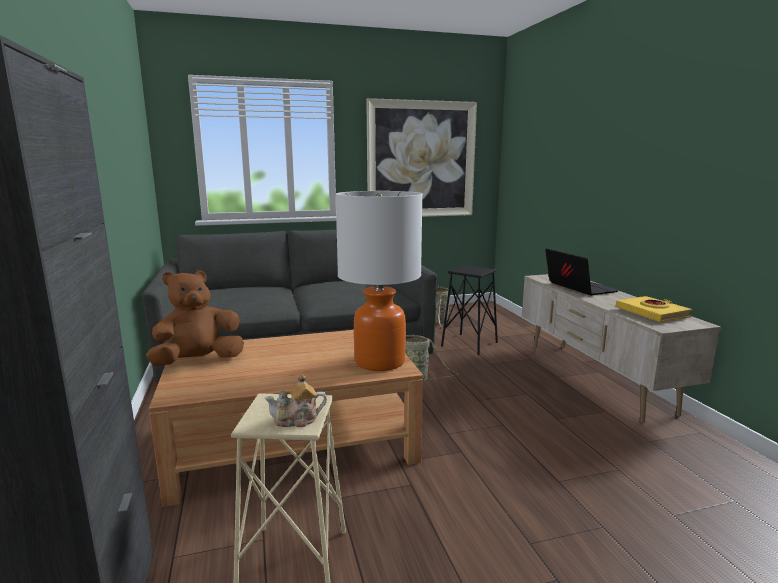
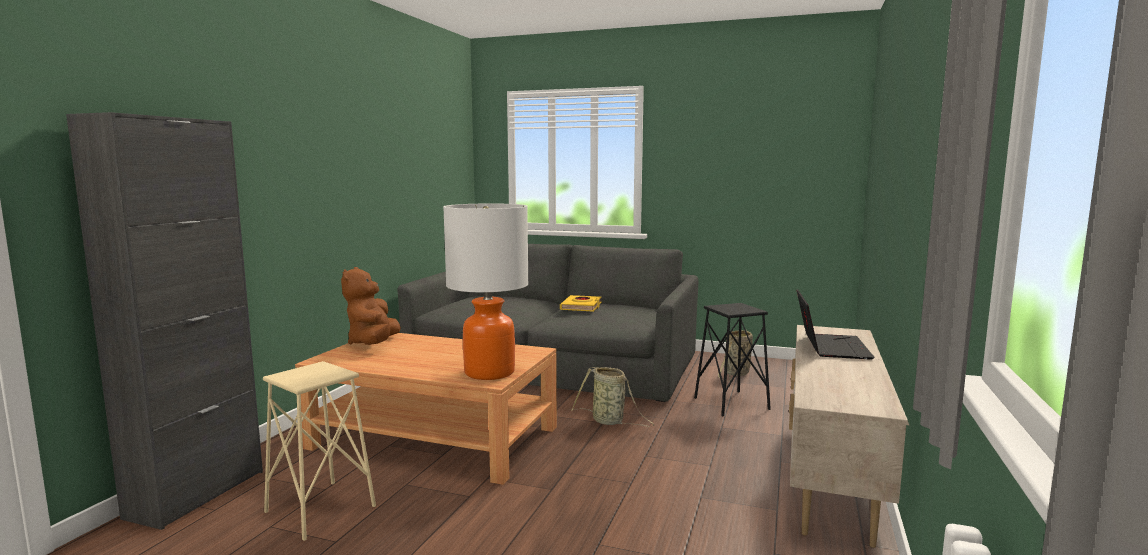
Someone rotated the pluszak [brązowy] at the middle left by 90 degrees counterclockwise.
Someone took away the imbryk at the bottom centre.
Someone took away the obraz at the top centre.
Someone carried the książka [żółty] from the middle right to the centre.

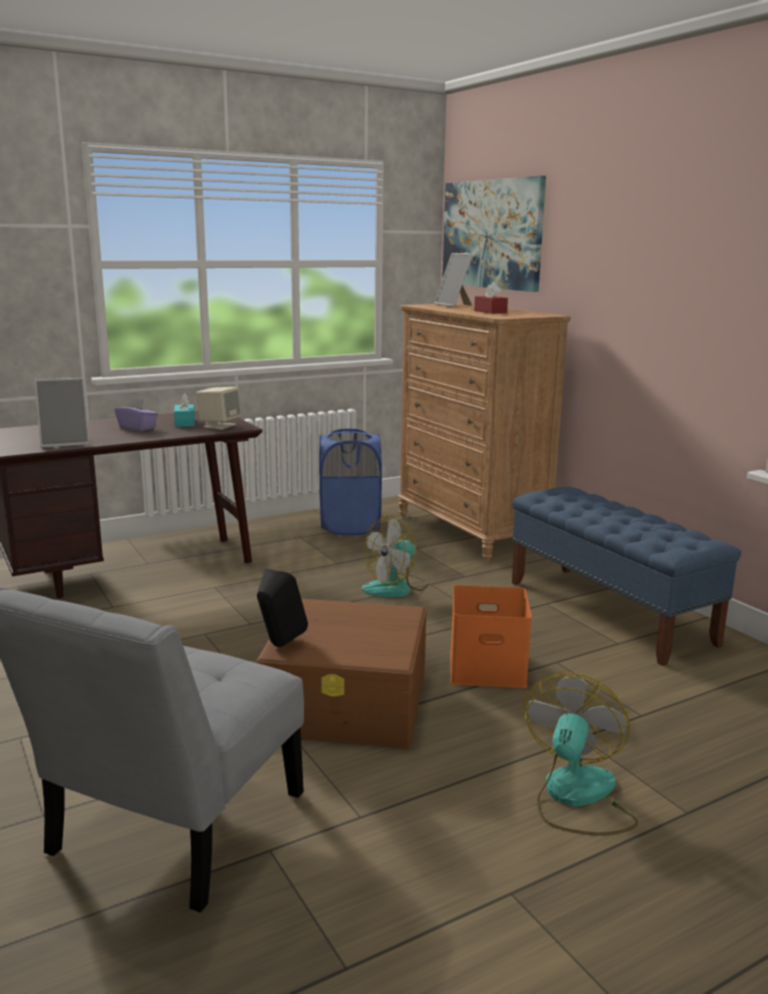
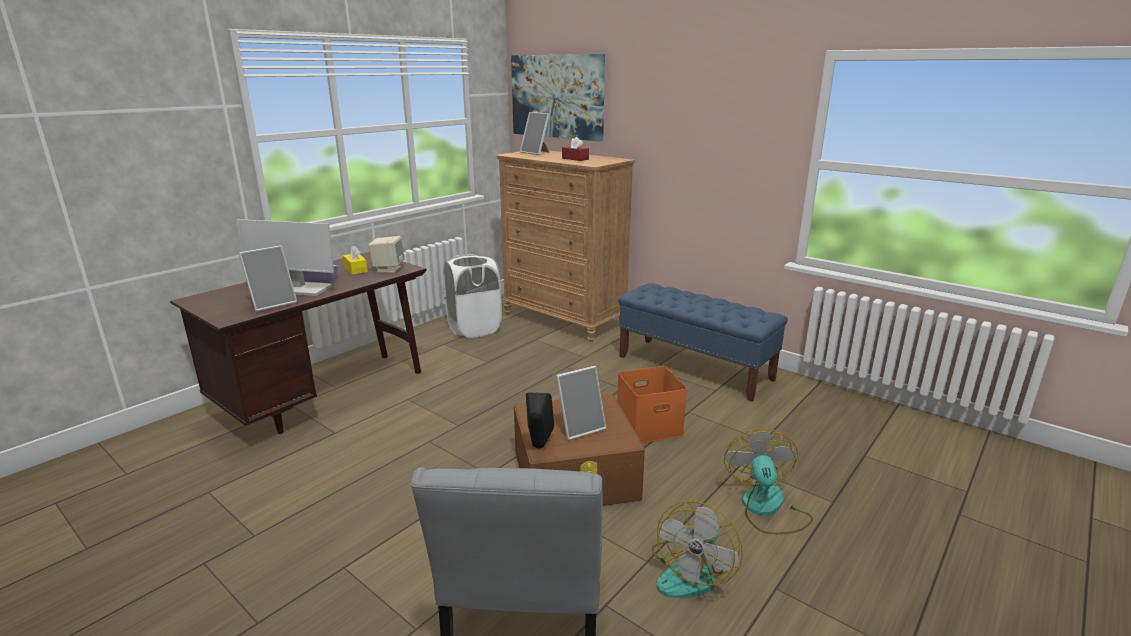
Someone repainted the pudełko chusteczek [turkusowy] at the middle left, which became the pudełko chusteczek [żółty] at the middle left.
Someone repainted the kosz na pranie [niebieski] at the centre, which became the kosz na pranie [biały] at the centre.
Someone carried the wentylator (no. 1 from left) from the centre to the bottom centre.
Someone put down the monitor at the middle left.
Someone put down the ramka na zdjęcie (no. 3 from left) at the centre.

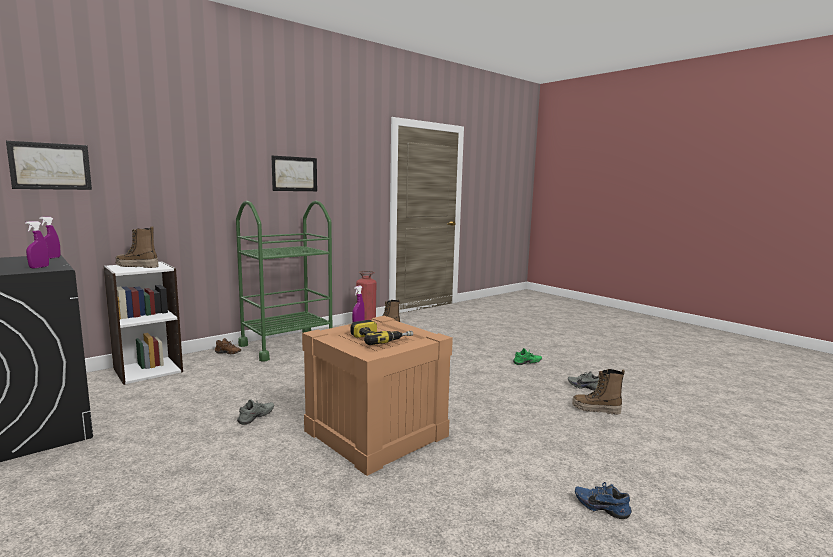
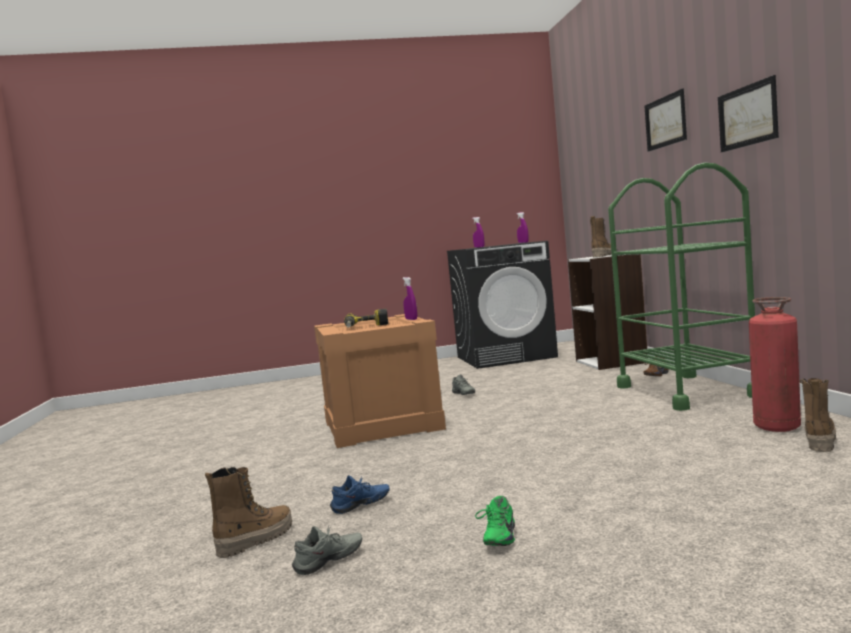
Someone carried the obraz (no. 1 from left) from the top left to the top right.
Someone carried the but [niebieski] from the bottom right to the bottom centre.

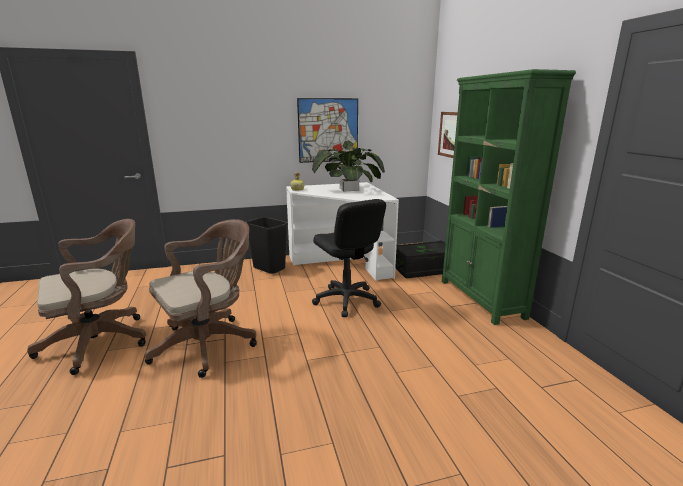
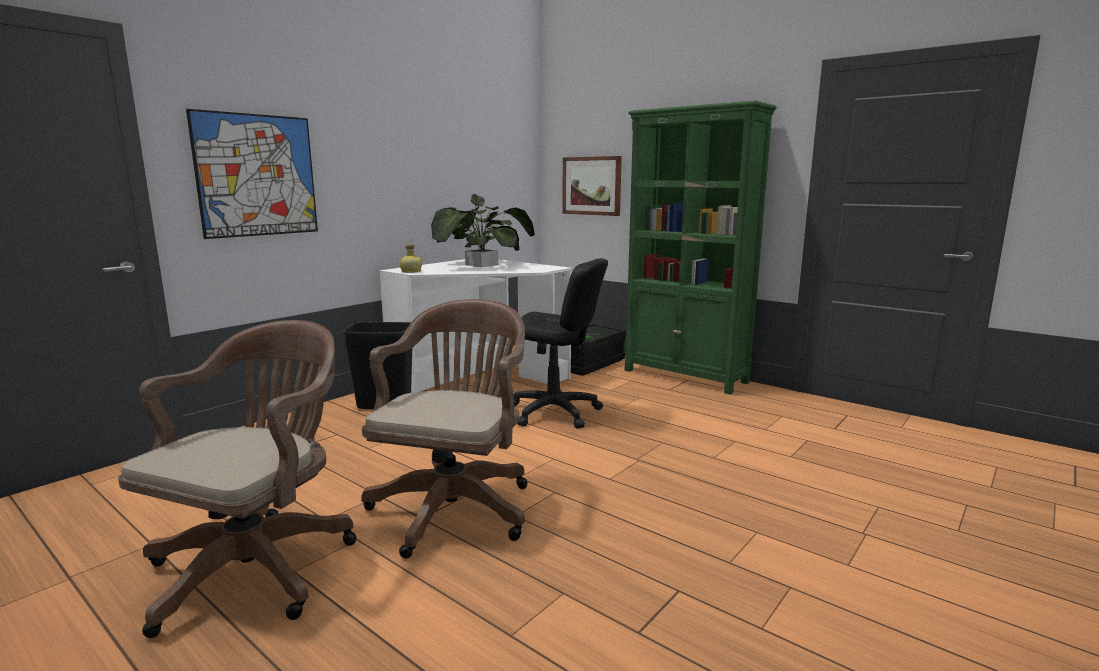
Someone carried the obraz (no. 1 from left) from the top centre to the top left.

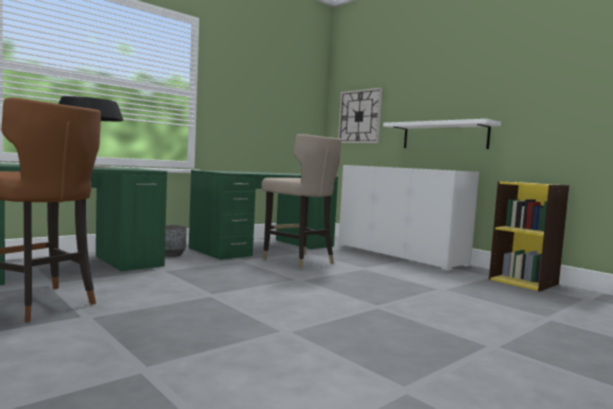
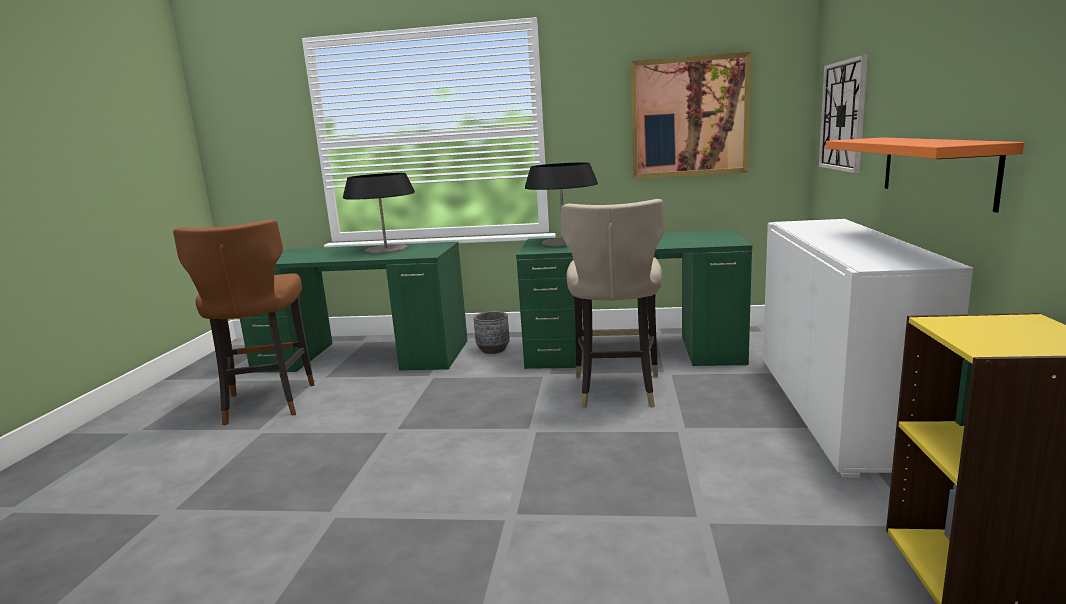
Someone repainted the półka [biały] at the top right, which became the półka [pomarańczowy] at the top right.
Someone put down the lampa stołowa (no. 2 from left) at the centre.
Someone put up the obraz at the top centre.

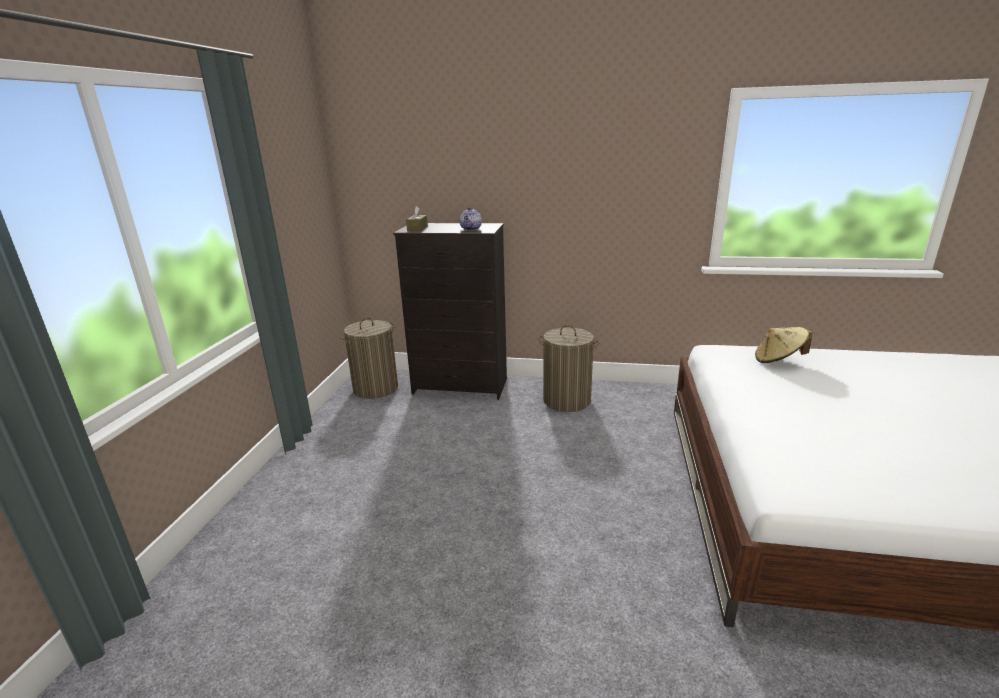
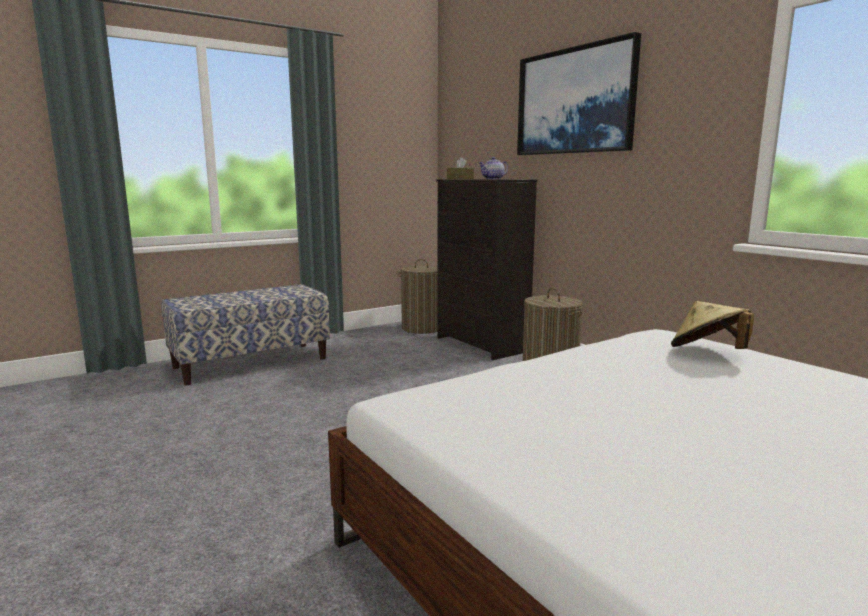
Someone put down the ławka at the middle left.
Someone put up the obraz at the top right.

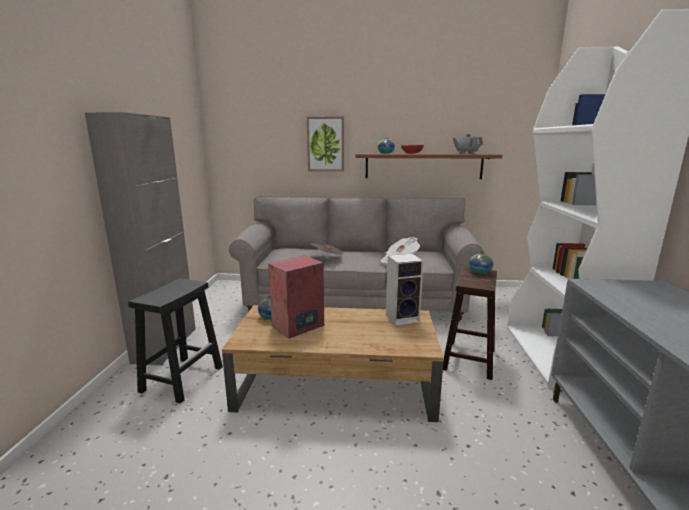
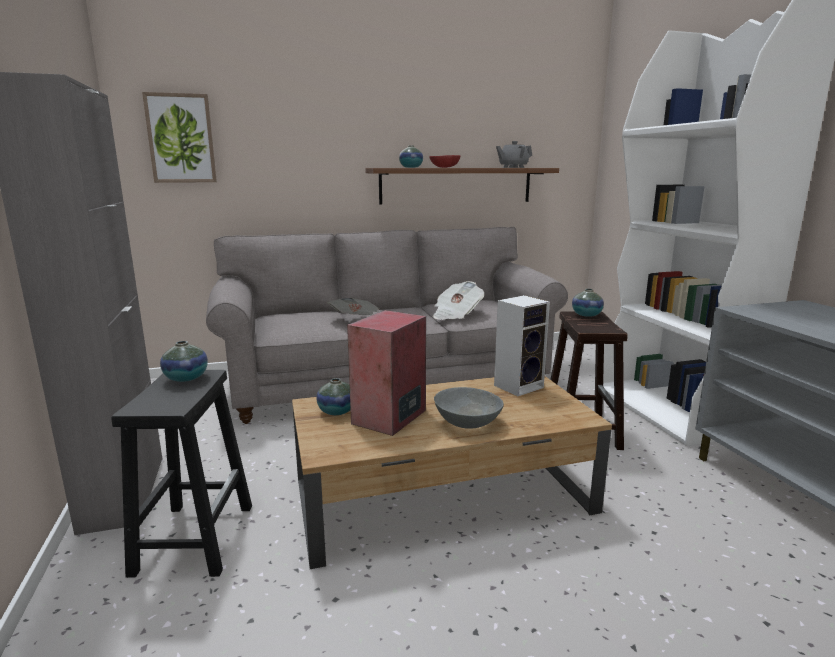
Someone carried the obraz from the top centre to the top left.
Someone put down the wazon (no. 1 from left) at the middle left.
Someone put down the miska [szary] at the centre.

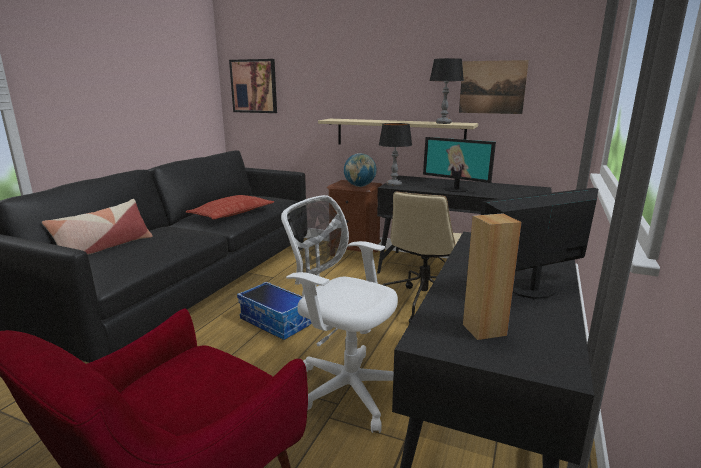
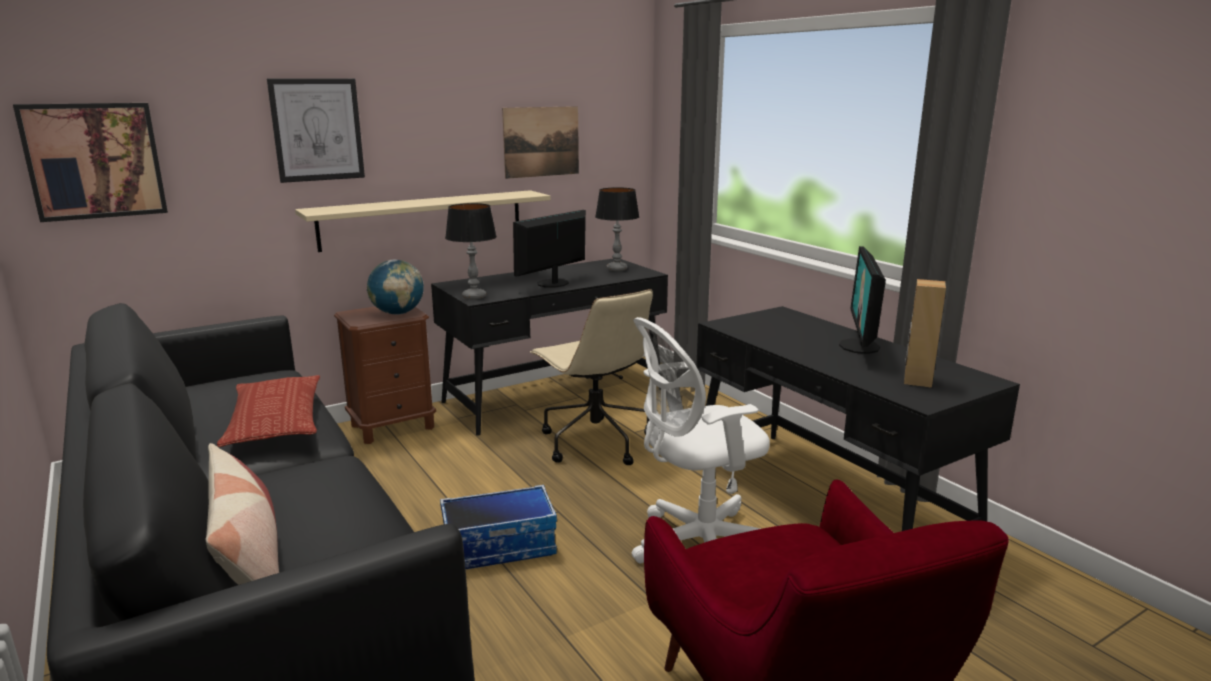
Someone rotated the monitor (no. 1 from left) at the centre by 150 degrees clockwise.
Someone carried the lampa stołowa (no. 2 from left) from the top centre to the centre.
Someone put up the obraz (no. 2 from left) at the top left.

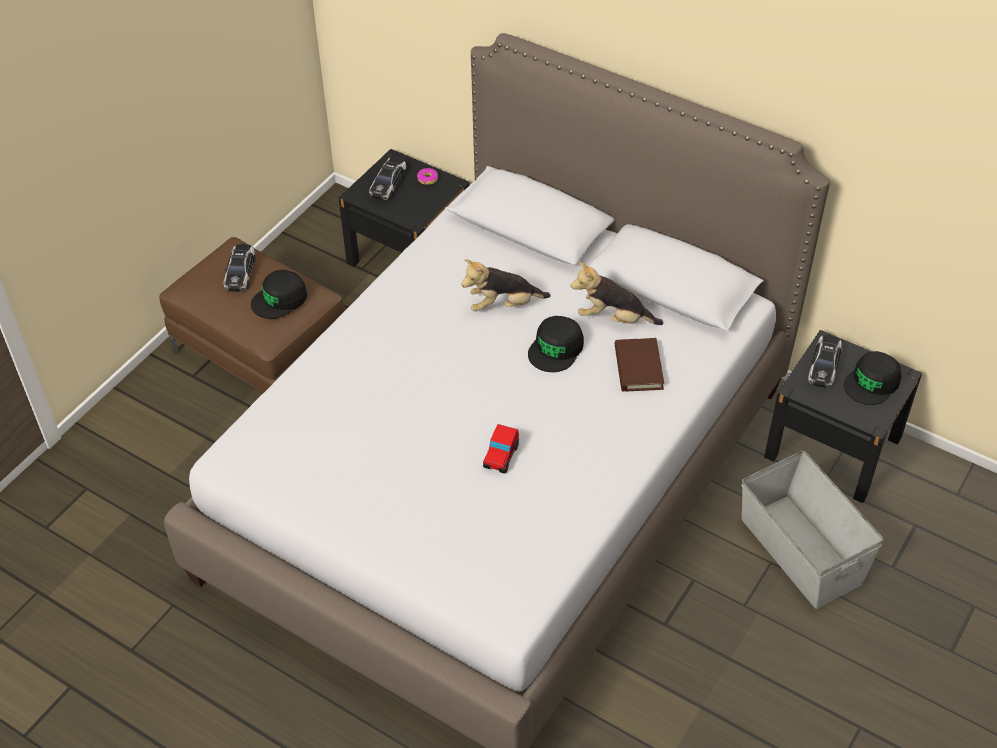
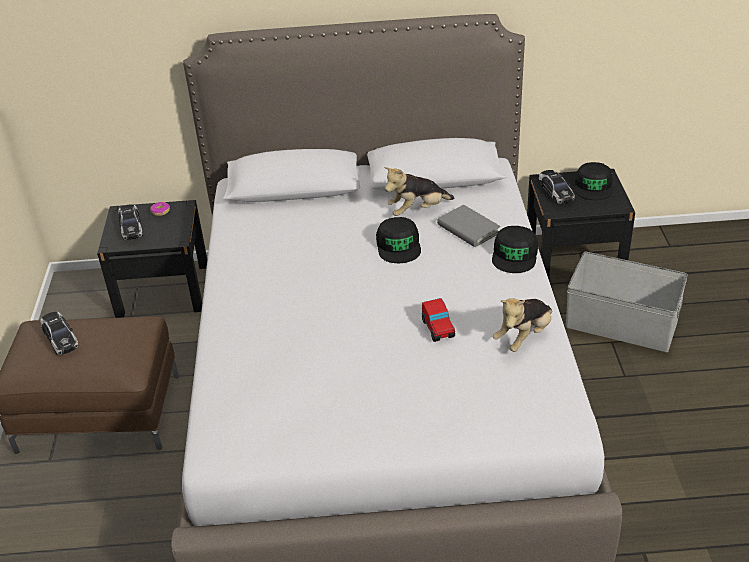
Someone carried the czapka z daszkiem [czarny] (no. 1 from left in the first image) from the middle left to the middle right.
Someone carried the pluszak (no. 1 from left in the first image) from the centre to the middle right.
Someone repainted the książka [brązowy] at the centre, which became the książka [szary] at the centre.

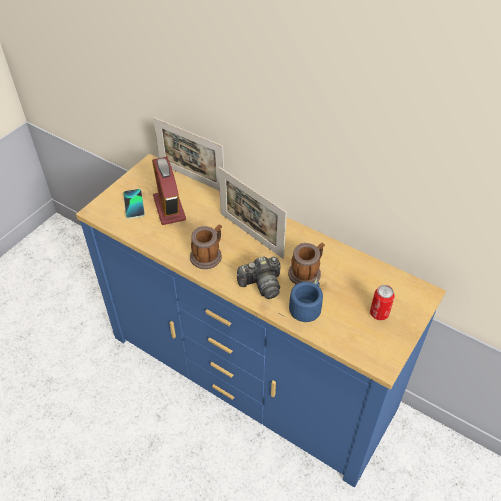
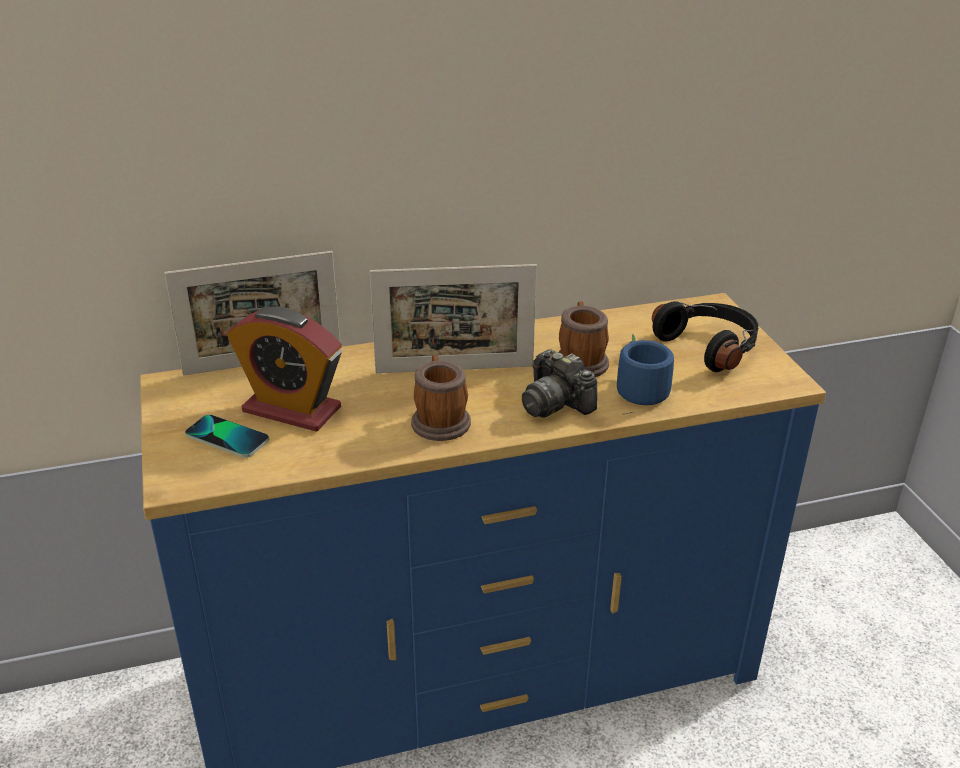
Someone rotated the aparat fotograficzny at the centre by 120 degrees clockwise.
Someone swapped the puszka at the middle right for the słuchawki [czarny] at the middle right.

